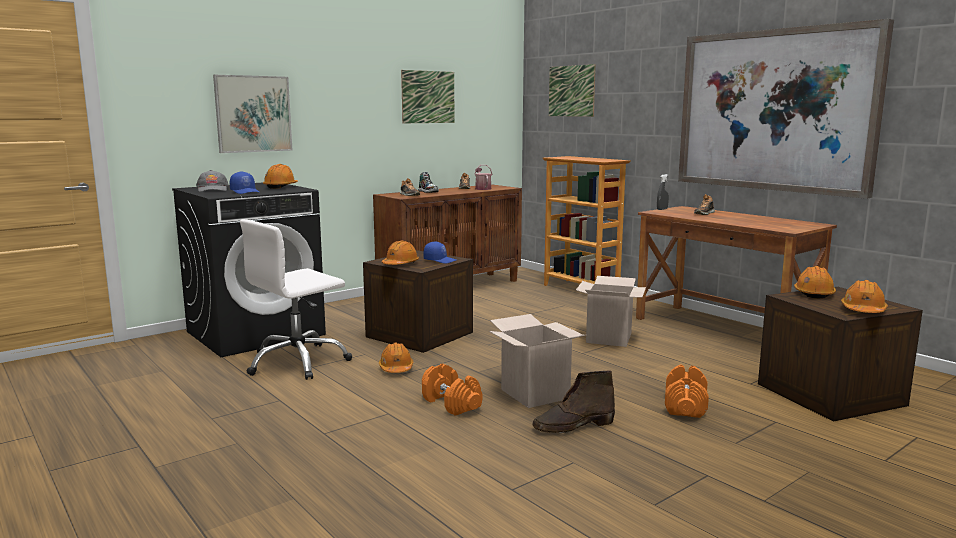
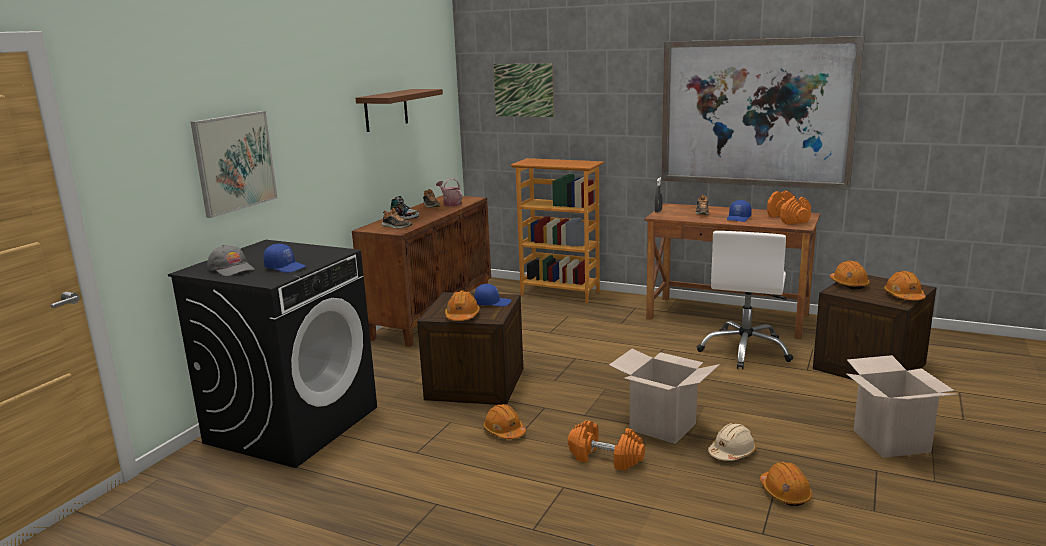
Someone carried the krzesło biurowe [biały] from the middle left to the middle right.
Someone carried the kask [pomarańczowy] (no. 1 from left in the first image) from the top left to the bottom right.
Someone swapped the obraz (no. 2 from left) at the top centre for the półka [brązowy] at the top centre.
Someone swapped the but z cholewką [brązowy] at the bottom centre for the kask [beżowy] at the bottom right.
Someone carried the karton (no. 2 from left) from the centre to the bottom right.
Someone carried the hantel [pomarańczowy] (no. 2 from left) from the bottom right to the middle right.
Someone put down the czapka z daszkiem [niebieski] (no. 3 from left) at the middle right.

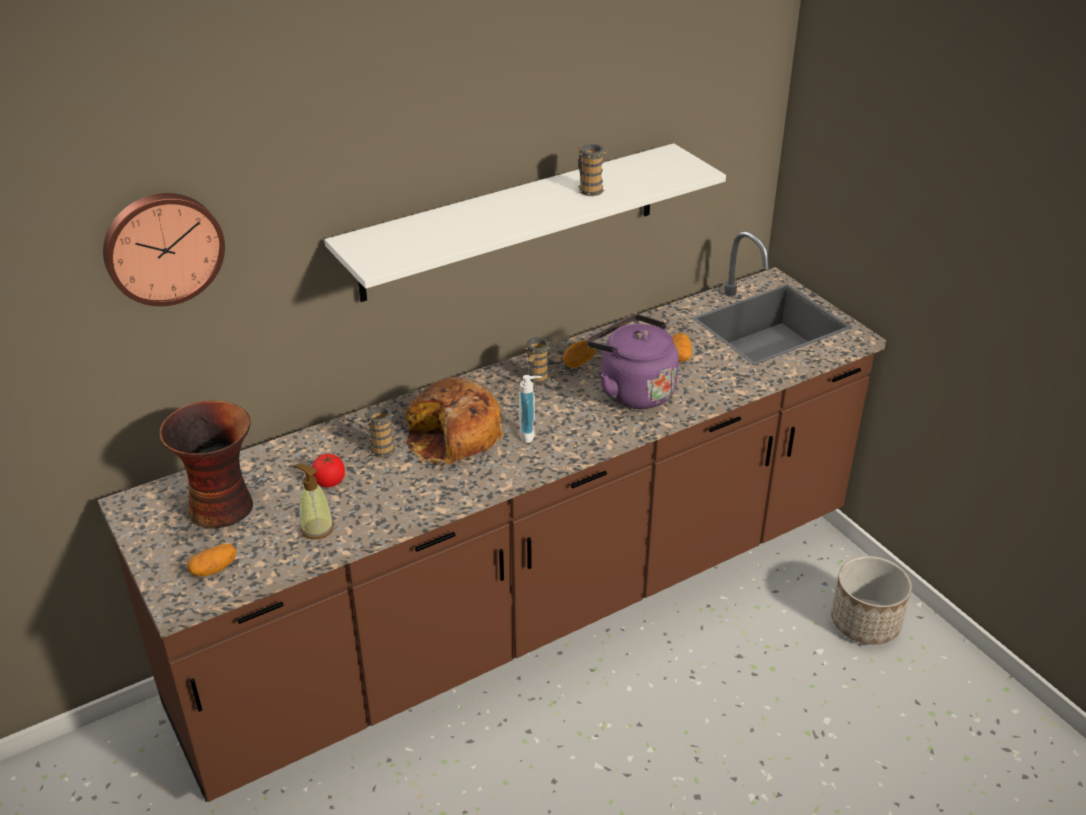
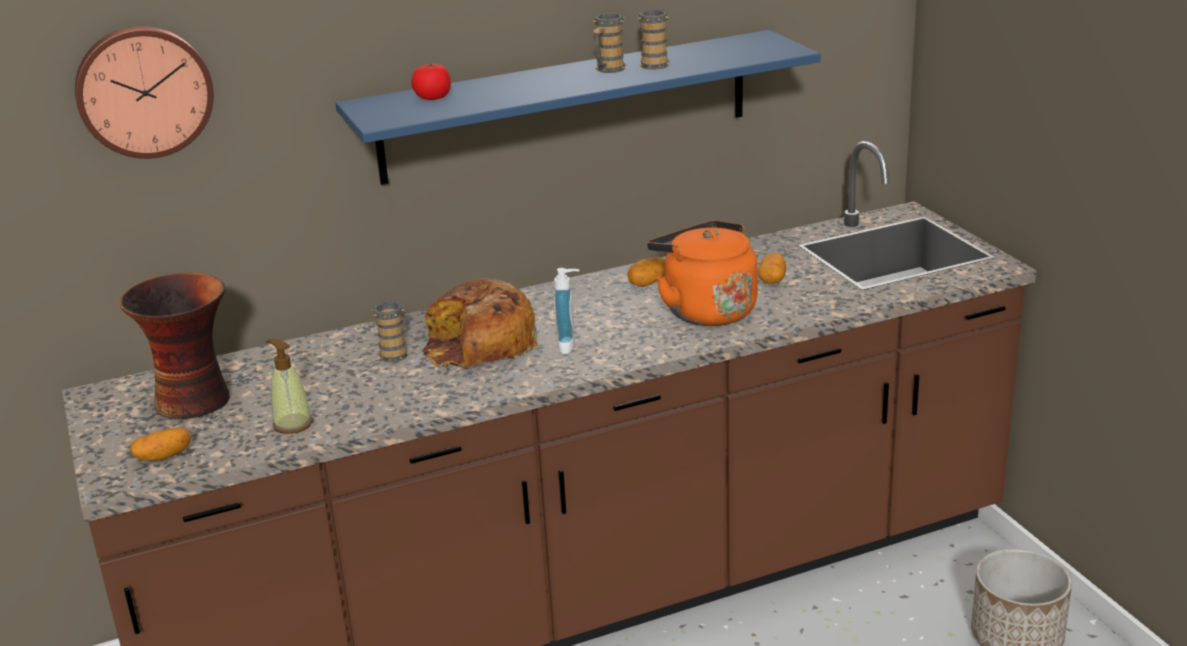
Someone carried the pomidor from the middle left to the top centre.
Someone repainted the półka [biały] at the top centre, which became the półka [niebieski] at the top centre.
Someone carried the kubek (no. 2 from left) from the centre to the top centre.
Someone repainted the czajnik [fioletowy] at the centre, which became the czajnik [pomarańczowy] at the centre.

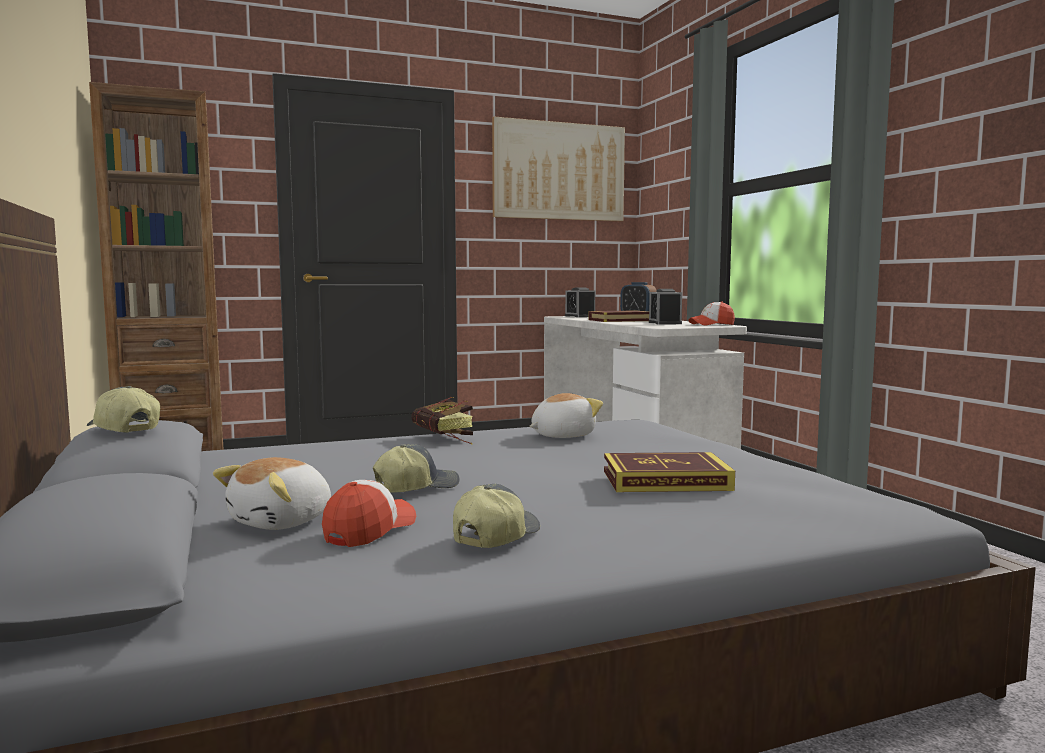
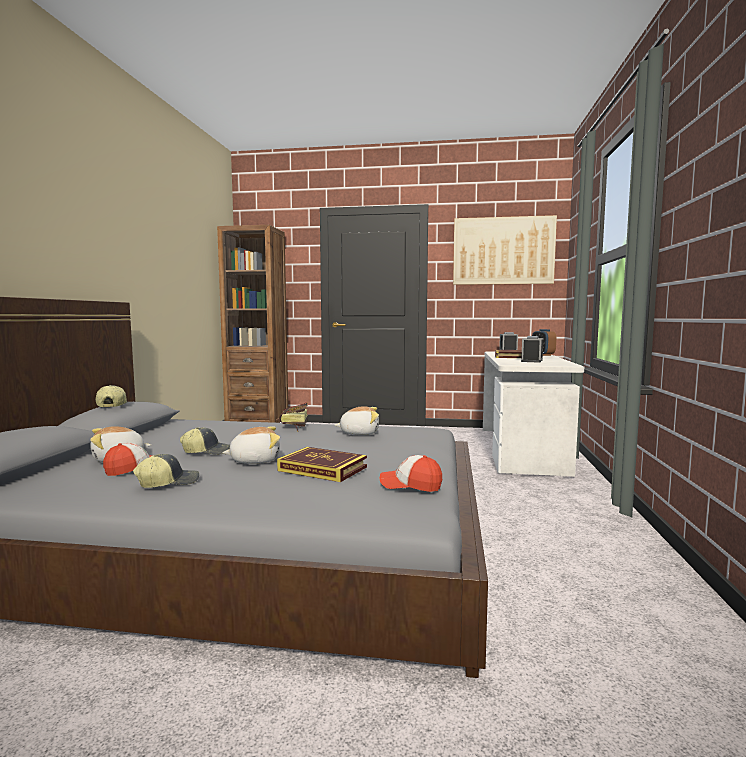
Someone carried the czapka z daszkiem (no. 5 from left) from the middle right to the centre.
Someone put down the pluszak (no. 2 from left) at the centre.

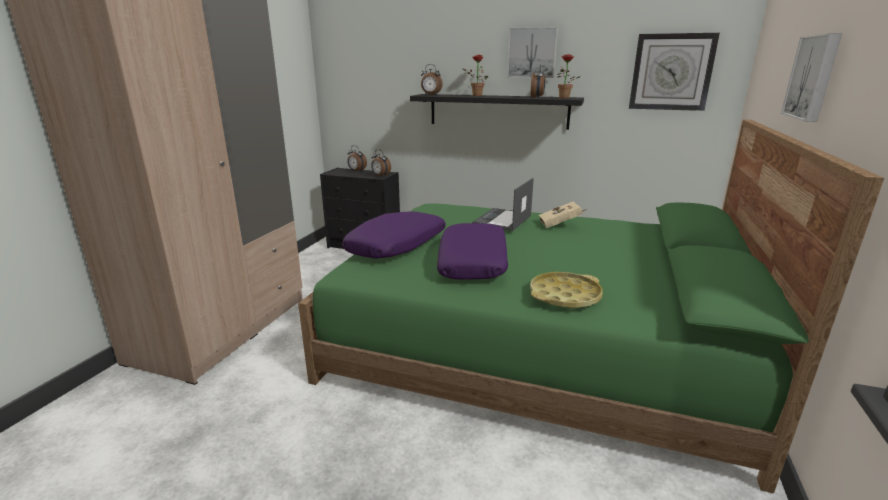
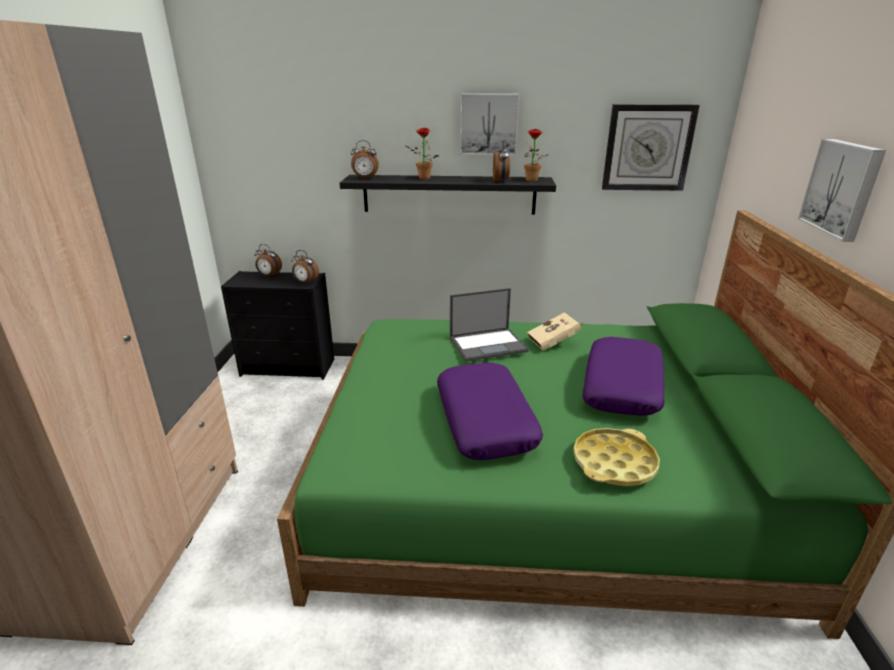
Someone carried the poduszka [fioletowy] (no. 1 from left in the first image) from the centre to the middle right.
Someone rotated the laptop at the centre by 120 degrees counterclockwise.

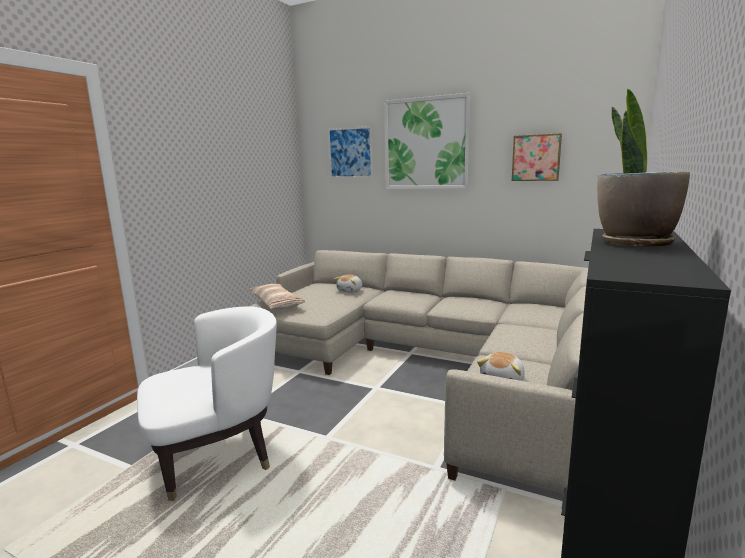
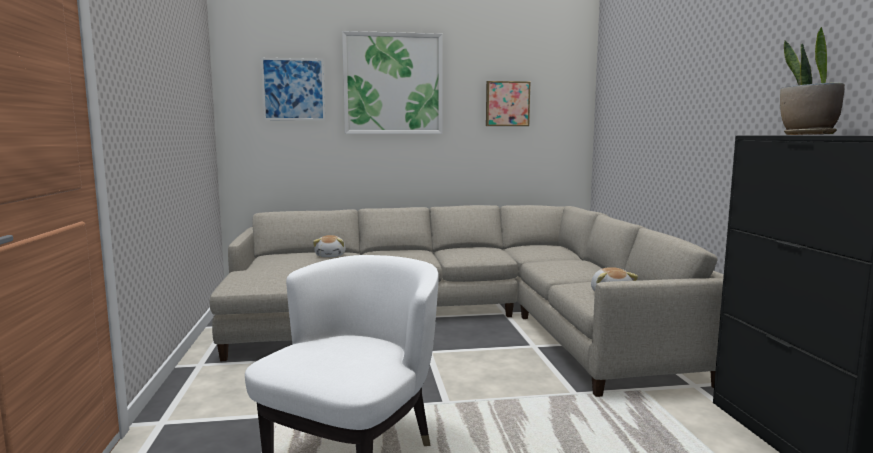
Someone took away the poduszka at the centre.

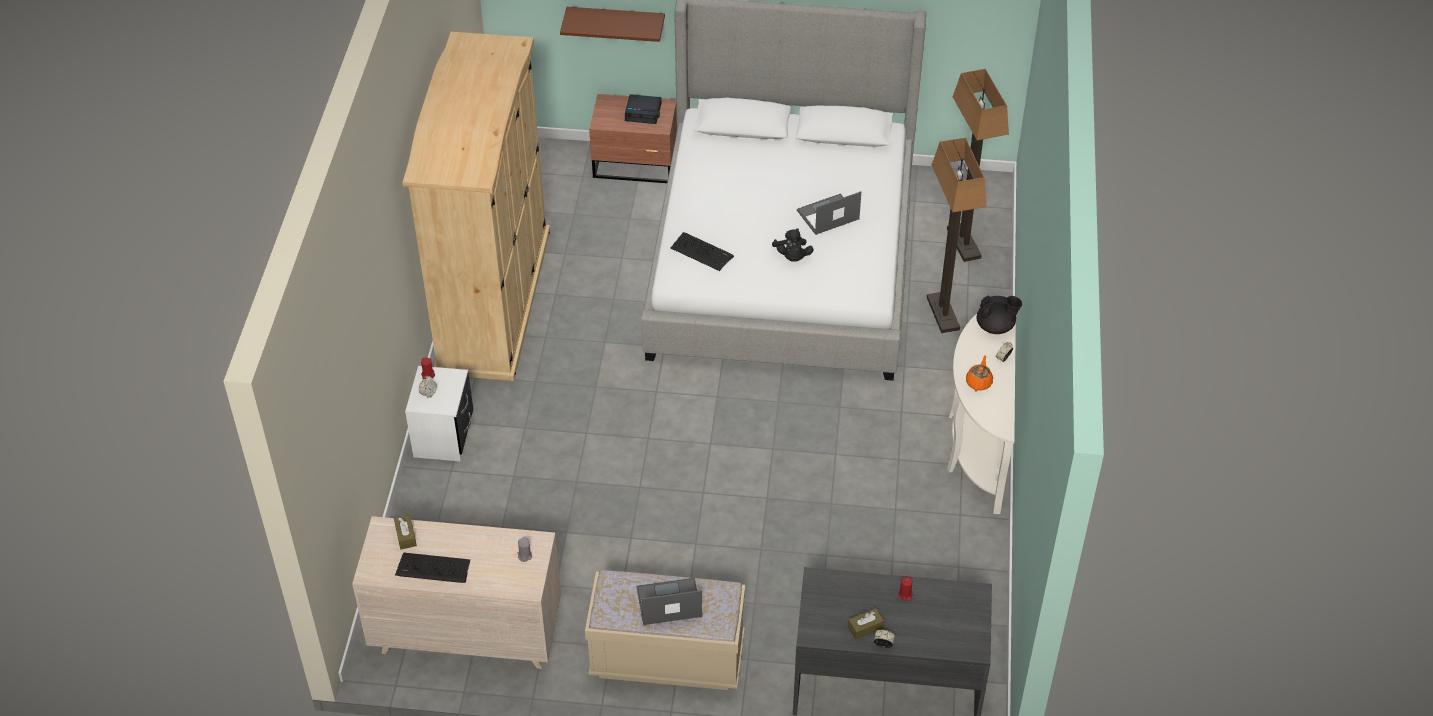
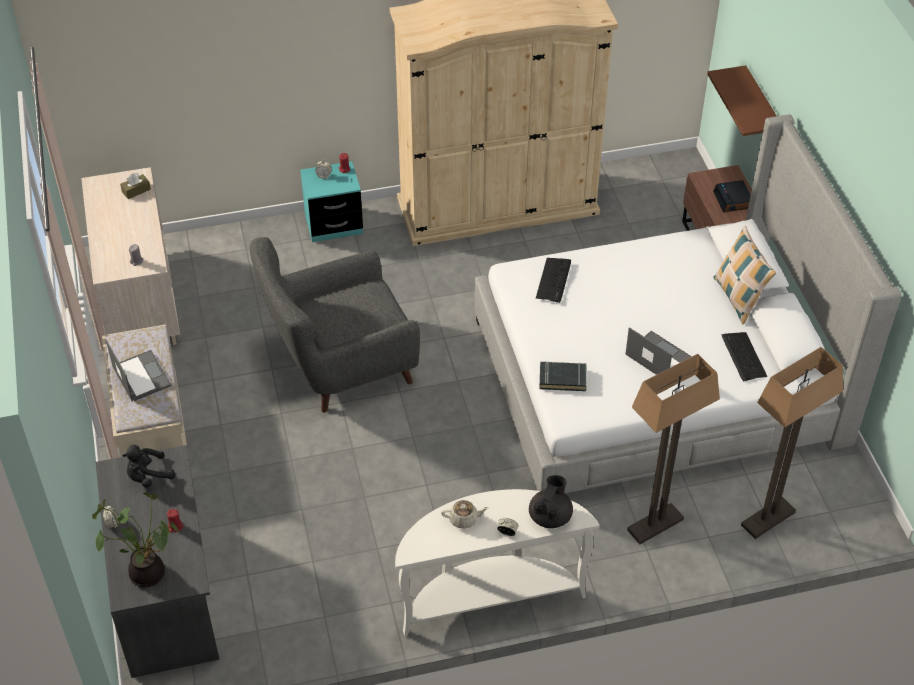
Someone carried the klawiatura (no. 1 from left in the first image) from the bottom left to the middle right.
Someone repainted the szafka nocna [biały] at the middle left, which became the szafka nocna [turkusowy] at the top centre.
Someone carried the pluszak [czarny] from the centre to the bottom left.
Someone took away the pudełko chusteczek [brązowy] (no. 2 from left) at the bottom centre.
Someone repainted the imbryk [pomarańczowy] at the middle right, which became the imbryk [beżowy] at the bottom centre.
Someone rotated the imbryk [czarny] at the middle right by 135 degrees counterclockwise.
Someone put down the roślina doniczkowa at the bottom left.
Someone put down the fotel [szary] at the centre.
Someone put down the książka [czarny] at the centre.
Someone put down the poduszka at the middle right.

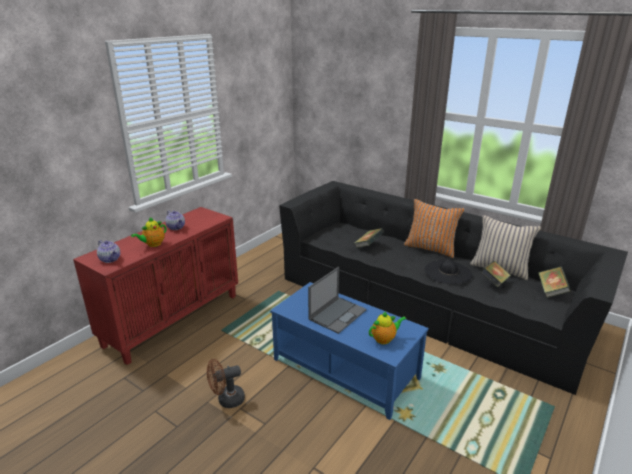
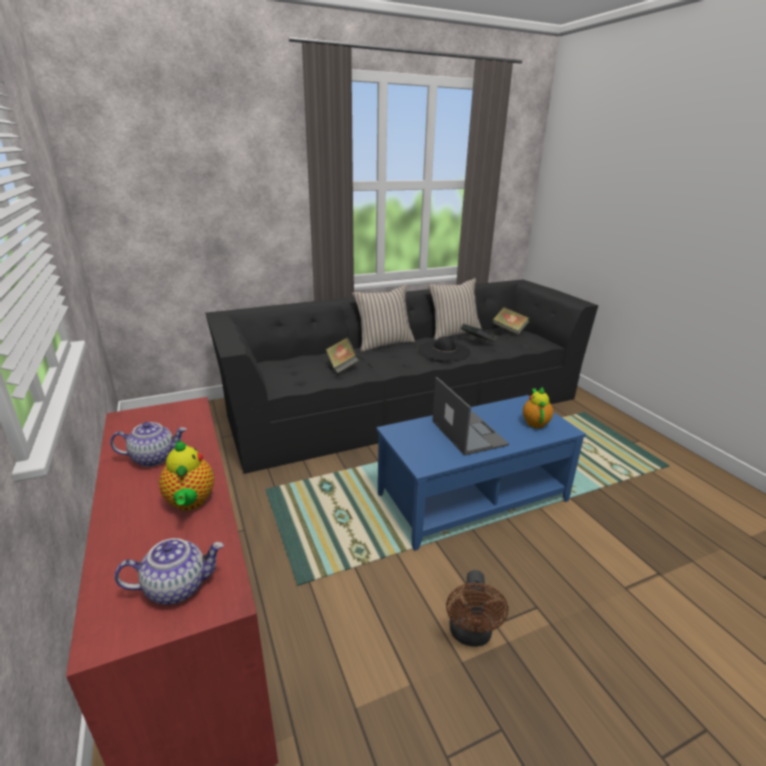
Someone repainted the poduszka [pomarańczowy] at the middle right, which became the poduszka [beżowy] (no. 1 from left) at the centre.

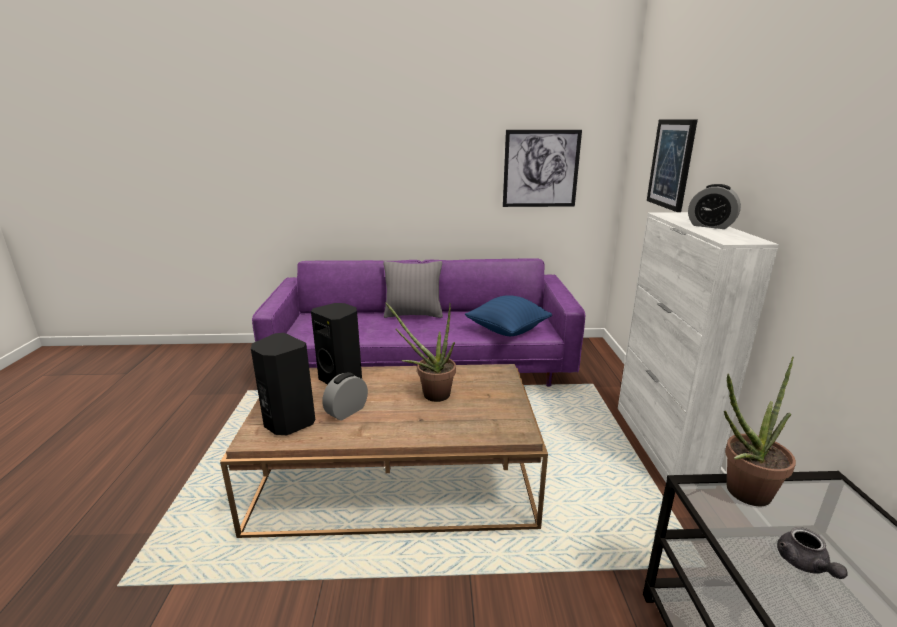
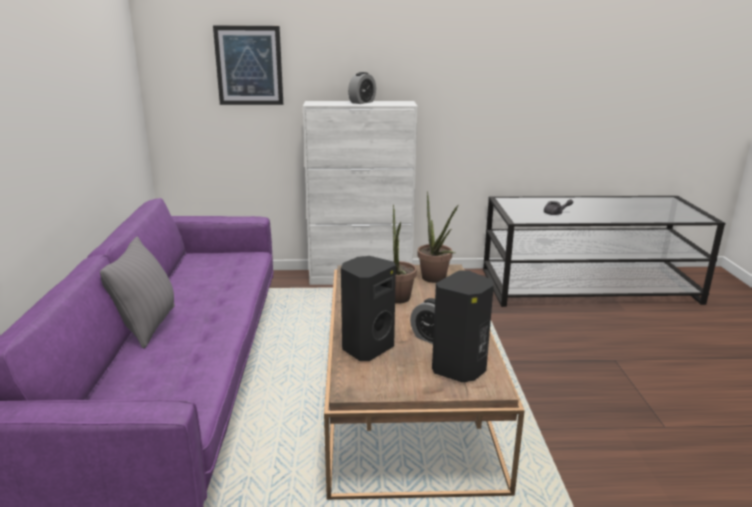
Someone took away the poduszka [niebieski] at the centre.
Someone took away the obraz (no. 1 from left) at the top centre.
Someone carried the roślina doniczkowa (no. 2 from left) from the bottom right to the centre.

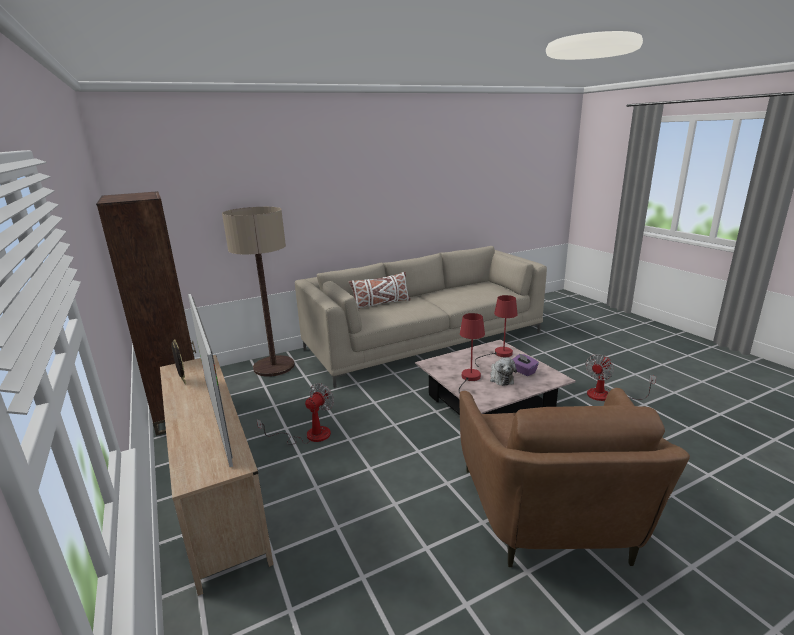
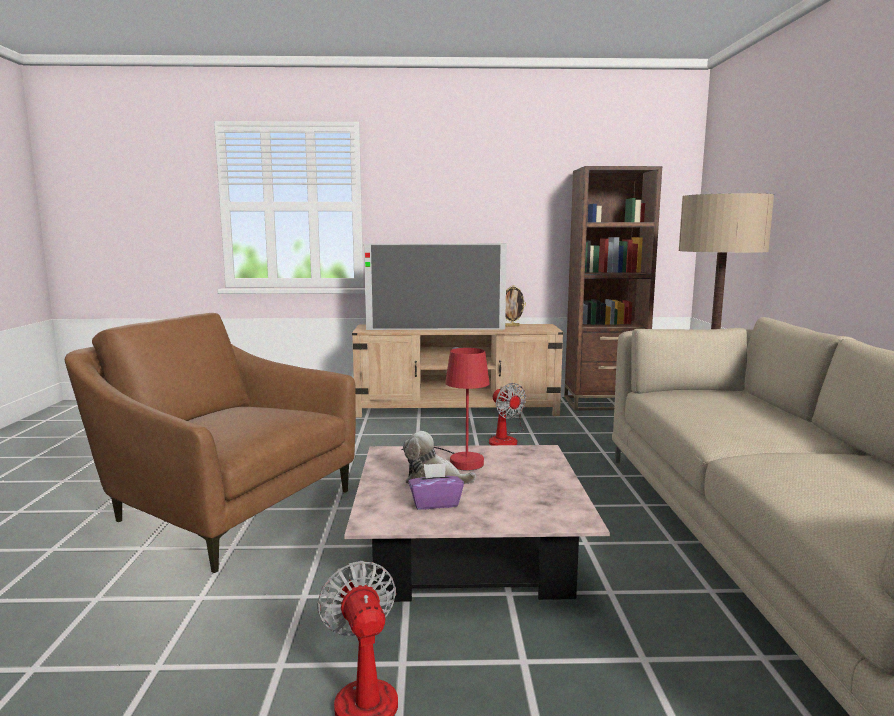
Someone took away the poduszka [biały] at the centre.
Someone took away the lampa stołowa [czerwony] (no. 2 from left) at the centre.

